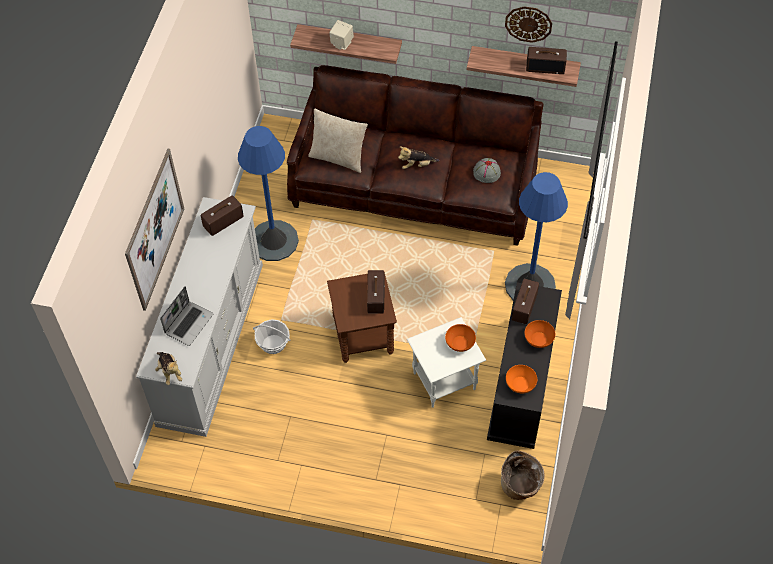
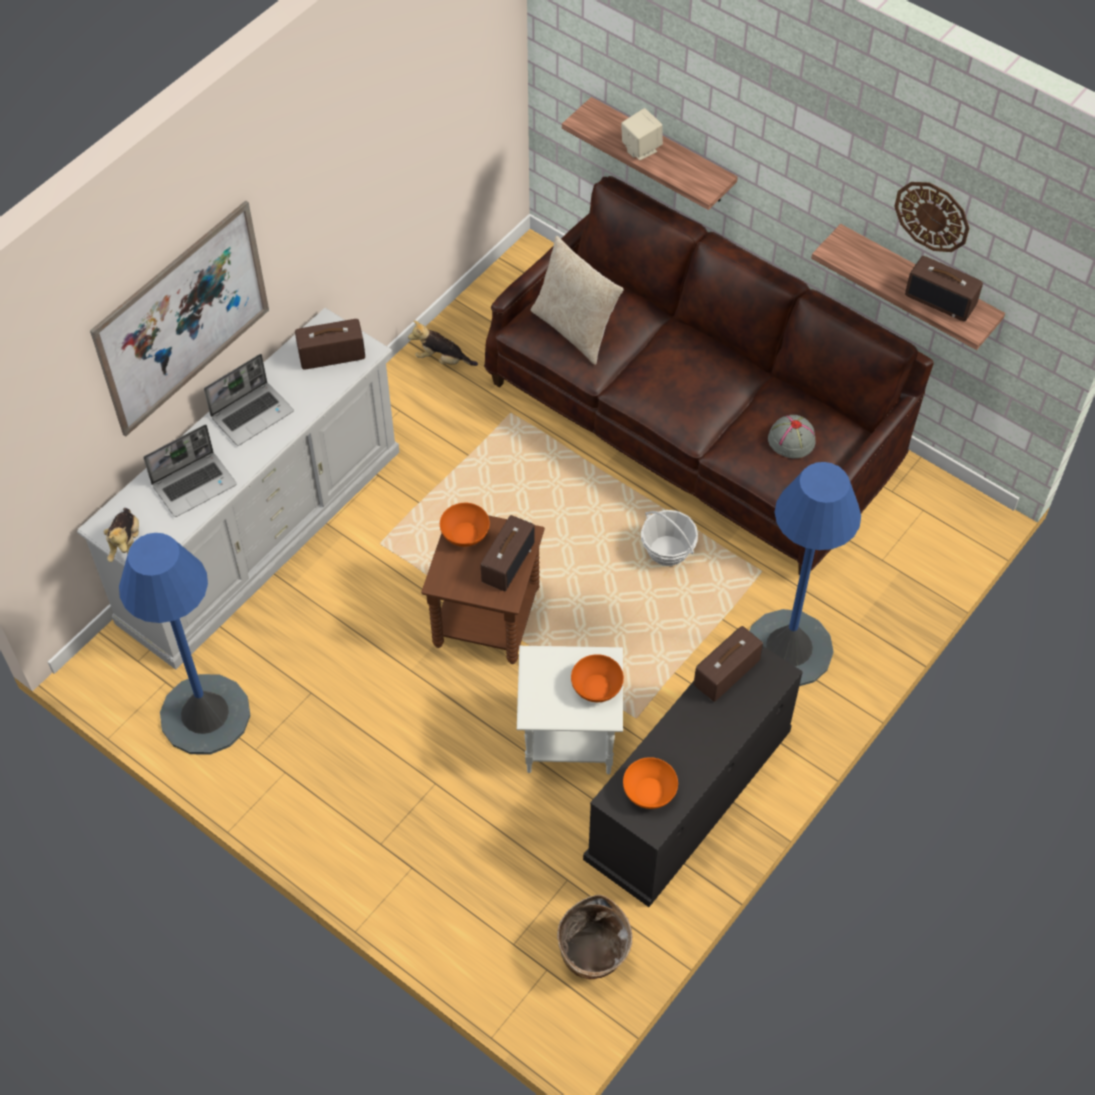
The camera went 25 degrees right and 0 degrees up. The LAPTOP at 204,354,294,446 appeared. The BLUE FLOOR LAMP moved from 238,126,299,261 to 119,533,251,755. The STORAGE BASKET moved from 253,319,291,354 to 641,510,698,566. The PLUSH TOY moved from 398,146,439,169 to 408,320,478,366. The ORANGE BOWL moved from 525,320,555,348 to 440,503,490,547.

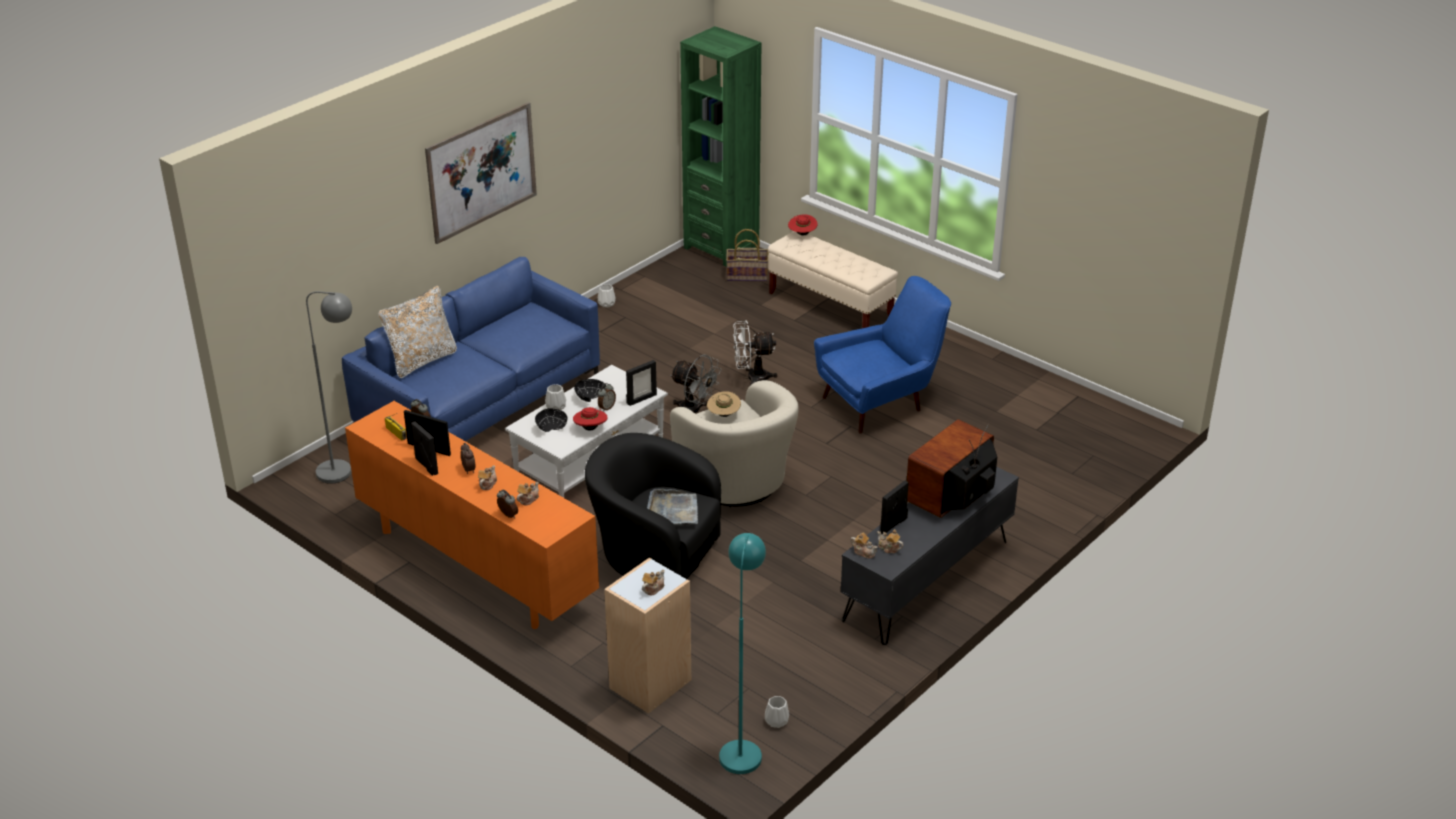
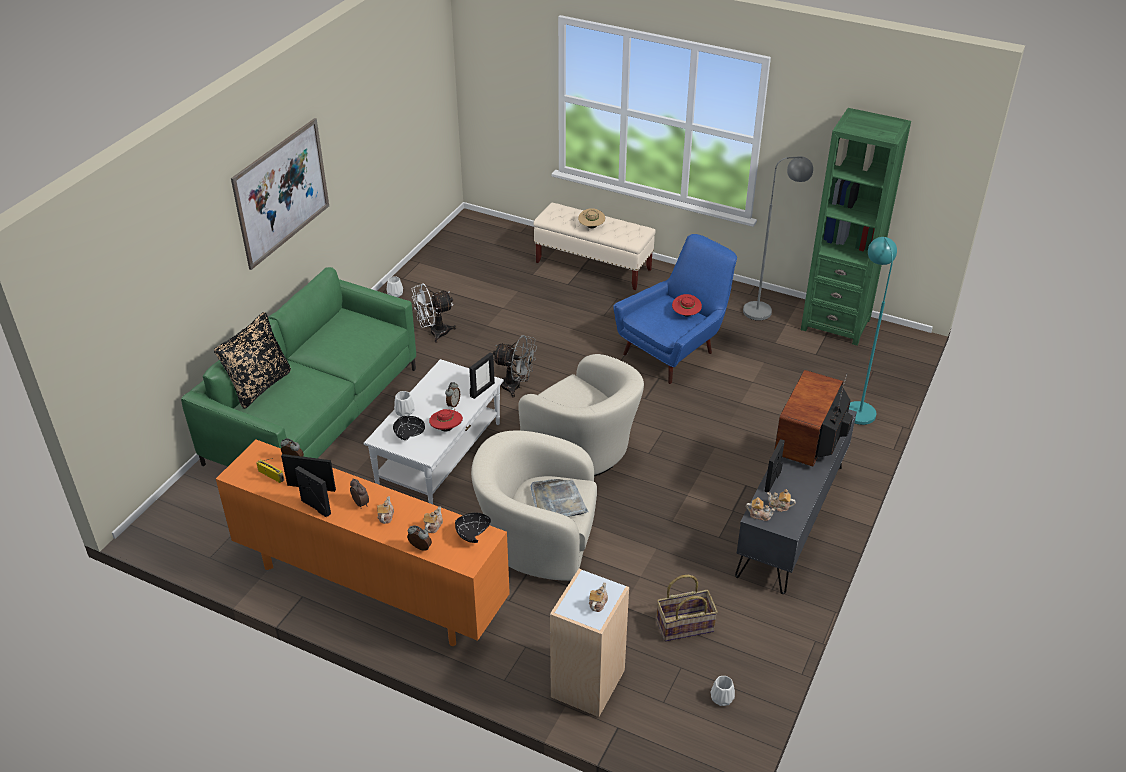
The camera went 15 degrees left and 5 degrees up. The GREYISH FLOOR LAMP moved from 306,291,352,484 to 743,156,813,321. The BLACK-COLOURED BOWL moved from 574,379,606,402 to 455,513,491,543. The GREEN-COLOURED BOOKCASE moved from 680,26,761,267 to 801,108,911,346. The SAND-COLOURED CLOTHING HAT moved from 707,391,741,417 to 578,208,605,228. The BLUE-GREEN FLOOR LAMP moved from 719,533,766,774 to 849,237,897,425. The STORAGE BASKET moved from 726,229,769,281 to 656,575,718,642. The WHITE-COLOURED FAN moved from 733,320,777,385 to 412,283,456,343. The RED-COLOURED CLOTHING HAT moved from 788,214,817,236 to 672,294,702,317. The BLUE SETTEE at 342,257,600,441 became the GREEN-COLOURED SETTEE at 181,267,416,467. The WHITE-COLOURED CUSHION at 378,285,457,378 became the BLACK-COLOURED CUSHION at 214,312,291,409. The BLACK-COLOURED EASY CHAIR at 585,433,721,579 became the SAND-COLOURED EASY CHAIR at 471,431,597,581.

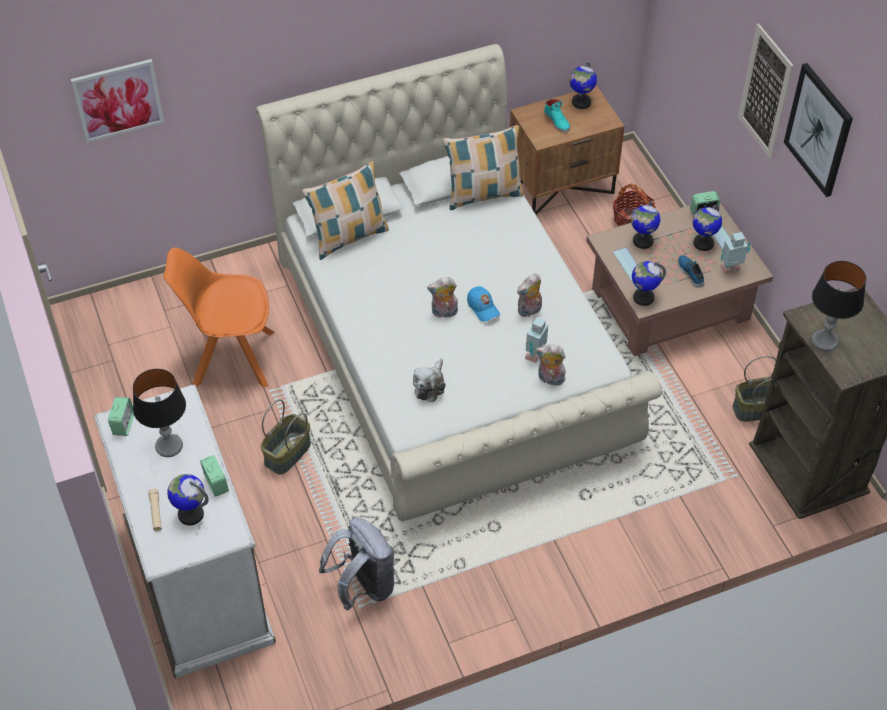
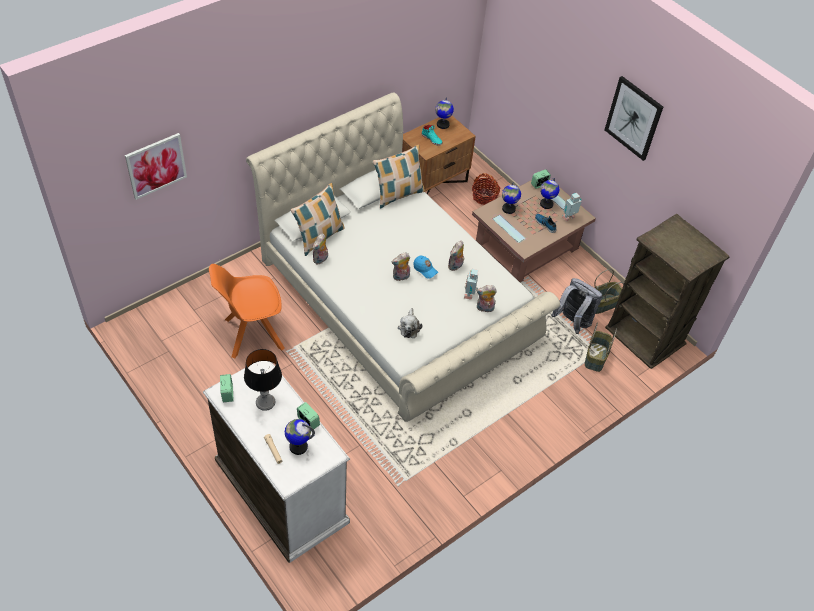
The camera went 20 degrees left and 0 degrees up. The WORLD GLOBE at 632,261,666,306 disappeared. The WALL PICTURE at 738,23,794,159 disappeared. The TABLETOP LAMP at 811,261,866,351 disappeared. The PLUSH TOY at 313,234,328,265 appeared. The STORAGE BASKET moved from 260,400,311,475 to 585,322,617,372. The GREYISH BACKPACK moved from 319,518,395,611 to 551,278,603,334.

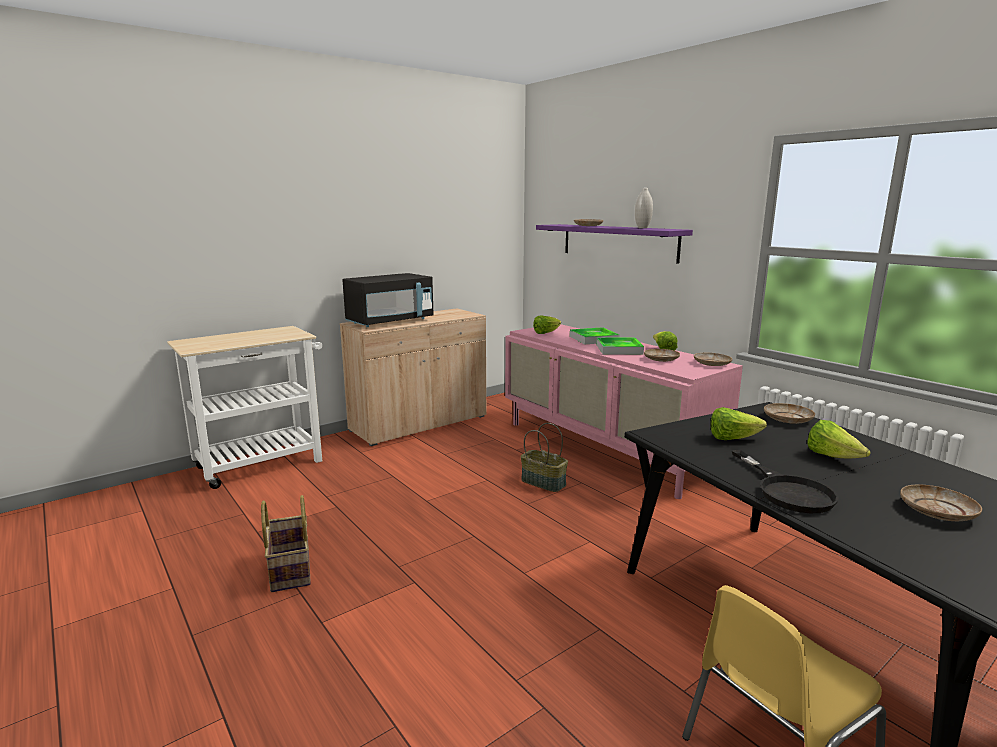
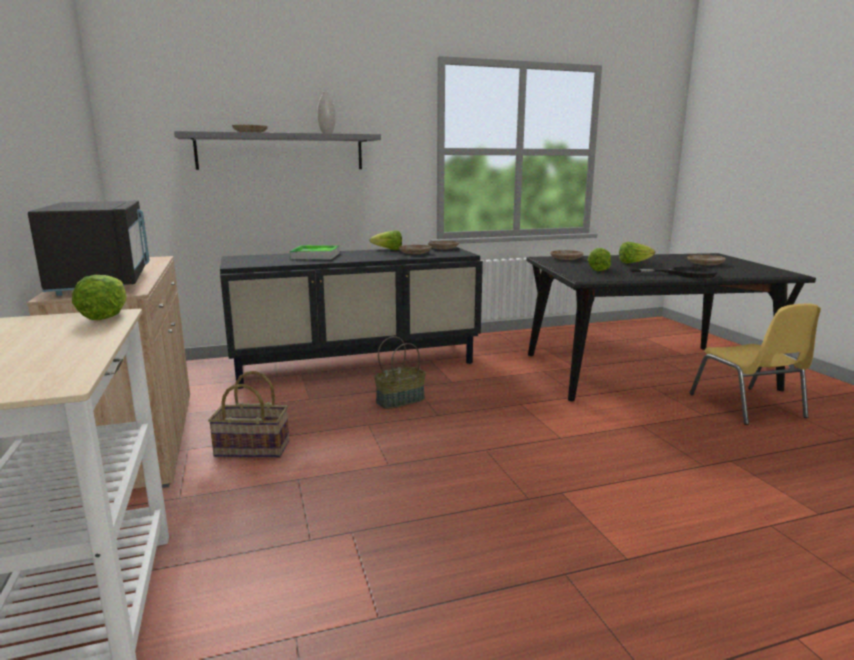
The camera went 70 degrees left and 0 degrees up. The SERVING TRAY at 597,338,644,354 disappeared. The STORAGE BASKET moved from 261,495,311,592 to 208,371,289,458. The LETTUCE HEAD moved from 533,315,561,334 to 72,275,127,320. The PINKISH CUPBOARD at 505,324,743,499 became the BLACK-COLOURED CUPBOARD at 220,247,483,389. The PURPLE-COLOURED BRACKET SHELF at 536,224,693,264 became the GREYISH BRACKET SHELF at 174,131,381,170.

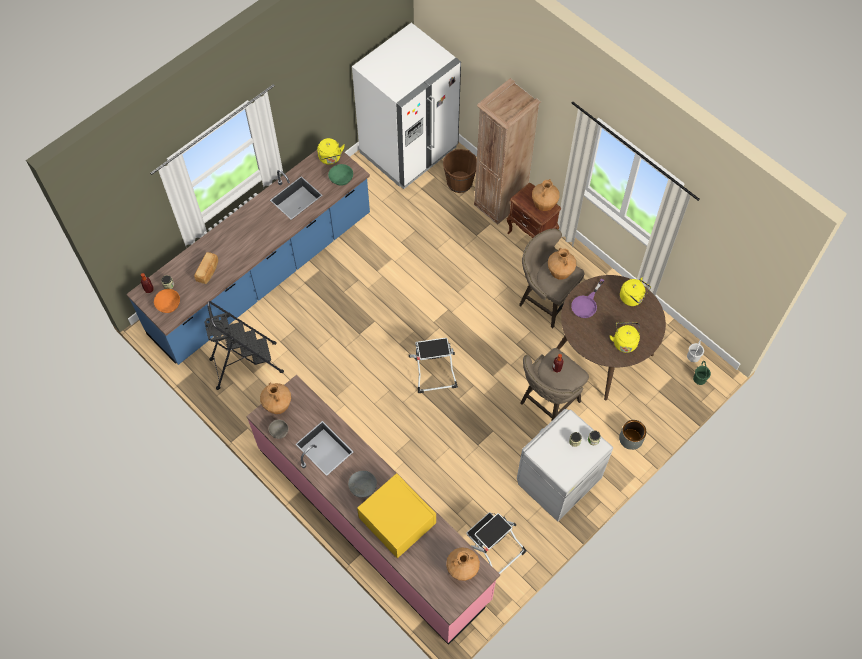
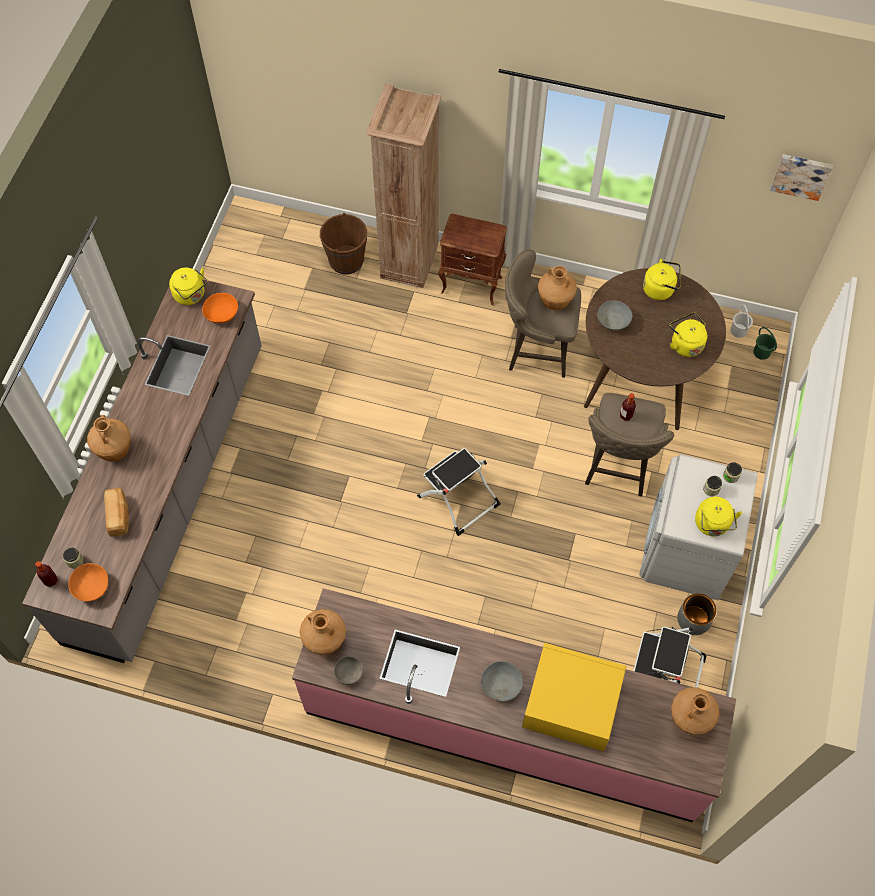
The camera went 30 degrees left and 0 degrees up. The STEPLADDER at 204,301,284,390 disappeared. The WHITE-COLOURED FRIDGE at 352,23,461,189 disappeared. The YELLOW-COLOURED KETTLE at 695,497,742,537 appeared. The WALL PICTURE at 770,154,833,201 appeared. The BROWNISH DECORATIVE VASE moved from 532,179,560,211 to 87,415,130,462. The GREYISH PLANT POT moved from 619,420,647,450 to 677,593,717,635. The PURPLE-COLOURED FRYING PAN at 571,279,604,318 was replaced by the GREYISH BOWL at 597,300,632,331. The BLUE KITCHEN BASE UNIT at 126,150,370,365 became the GREYISH KITCHEN BASE UNIT at 22,279,262,663. The GREEN-COLOURED BOWL at 328,164,353,185 became the ORANGE BOWL at 202,293,238,323.

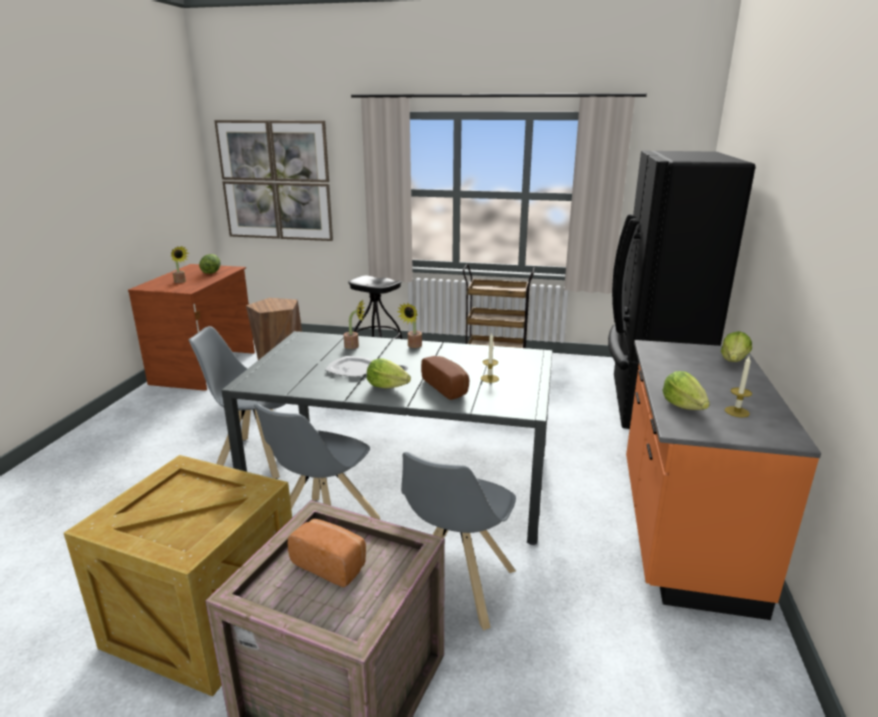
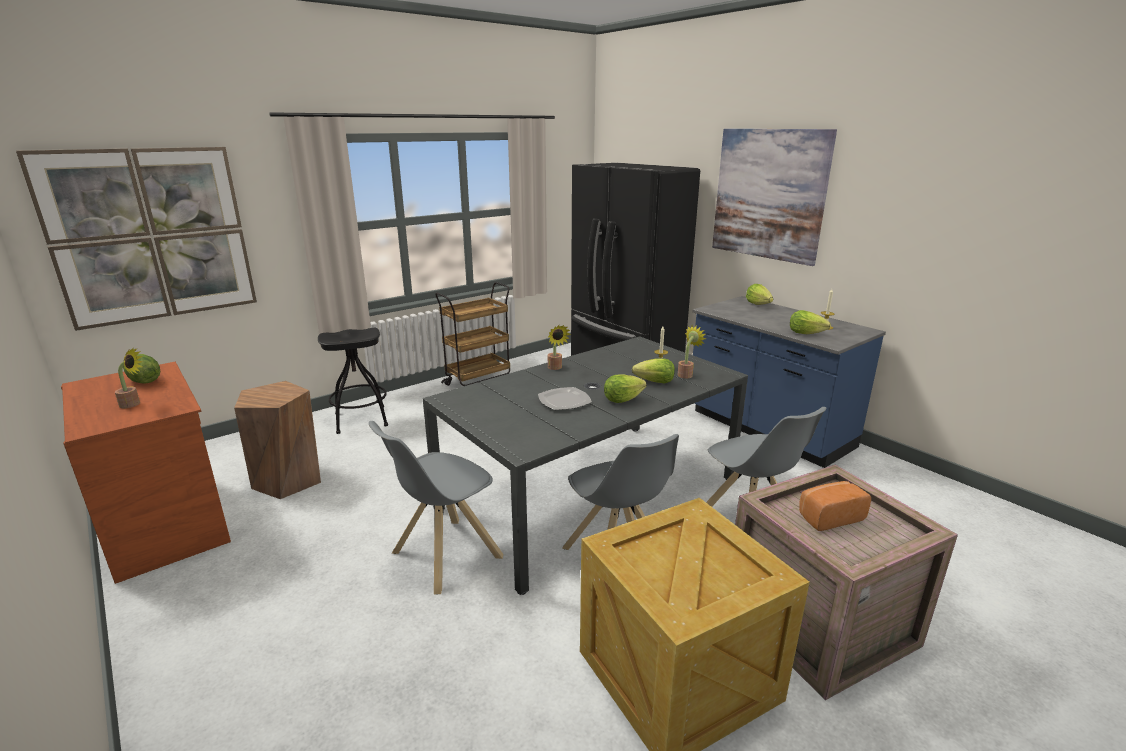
The camera went 50 degrees left and 0 degrees up. The WALL PICTURE at 712,129,837,266 appeared. The PLANT IN A POT moved from 344,301,365,349 to 678,325,706,379. The BREAD at 421,356,469,400 was replaced by the LETTUCE HEAD at 632,358,675,384. The ORANGE KITCHEN BASE UNIT at 626,340,821,620 became the BLUE KITCHEN BASE UNIT at 693,296,886,468.

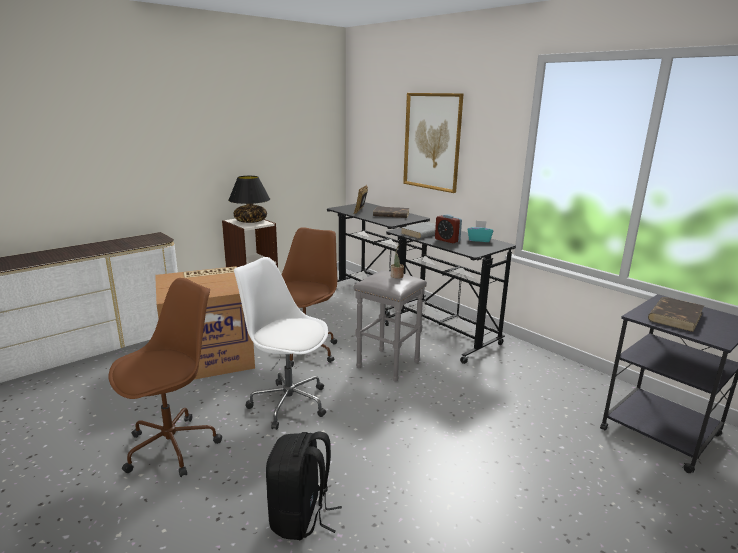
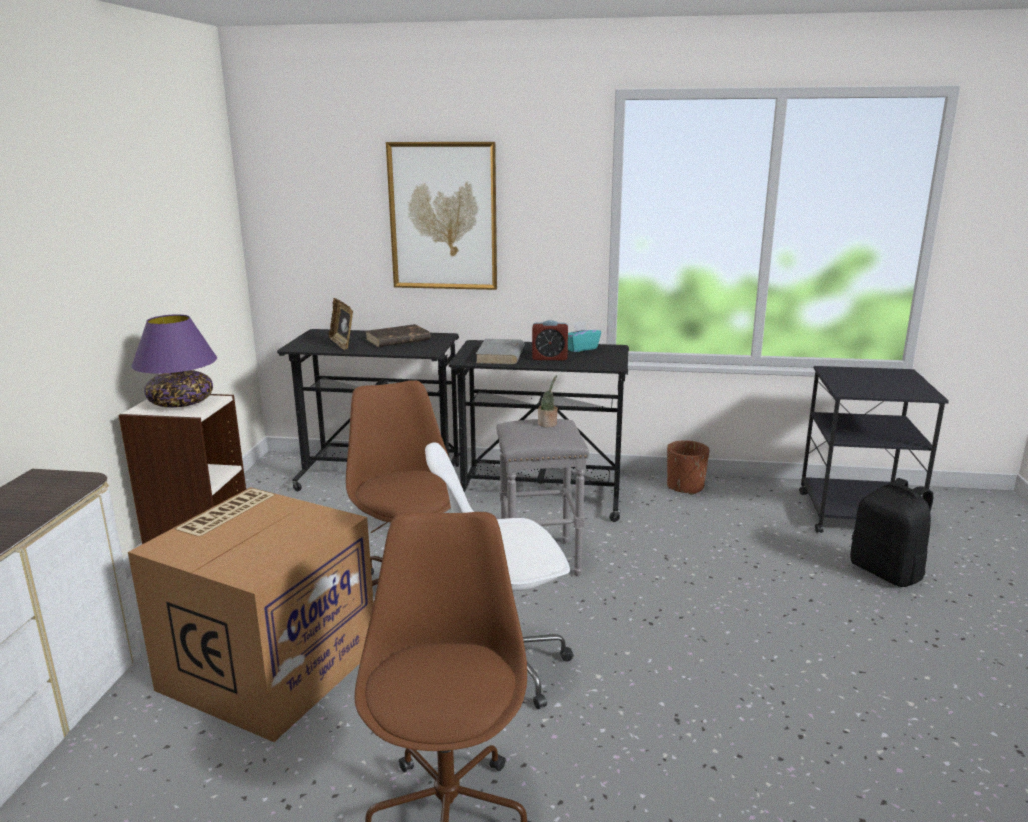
The camera went 40 degrees left and 0 degrees up. The BROWNISH BOOK at 648,297,704,332 disappeared. The BROWNISH PLANT POT at 667,440,709,495 appeared. The BLACK-COLOURED BACKPACK moved from 266,432,342,540 to 850,478,933,587. The BLACK-COLOURED TABLETOP LAMP at 228,176,270,223 became the PURPLE-COLOURED TABLETOP LAMP at 131,314,217,408.

